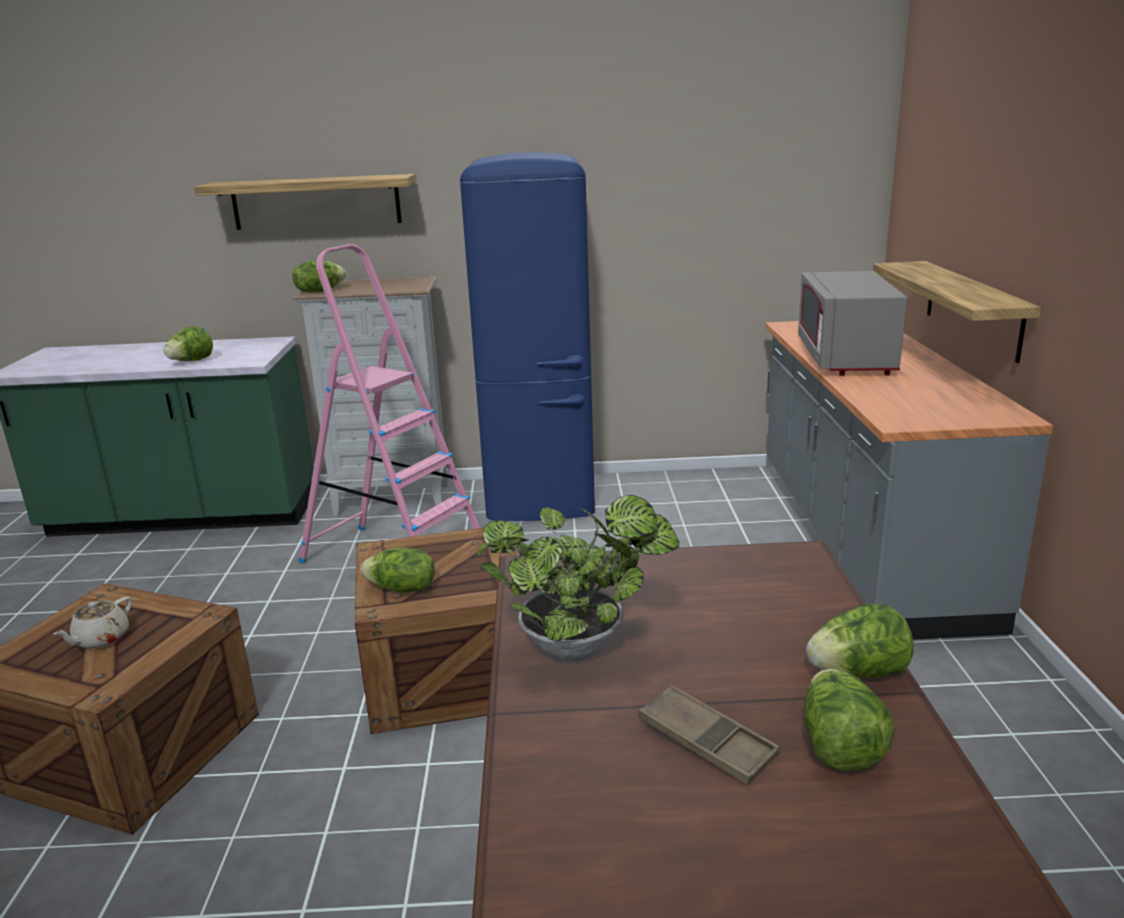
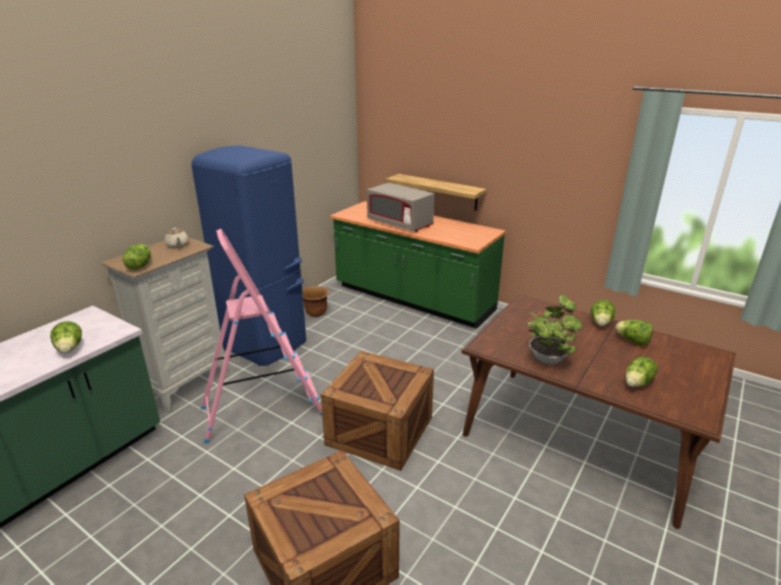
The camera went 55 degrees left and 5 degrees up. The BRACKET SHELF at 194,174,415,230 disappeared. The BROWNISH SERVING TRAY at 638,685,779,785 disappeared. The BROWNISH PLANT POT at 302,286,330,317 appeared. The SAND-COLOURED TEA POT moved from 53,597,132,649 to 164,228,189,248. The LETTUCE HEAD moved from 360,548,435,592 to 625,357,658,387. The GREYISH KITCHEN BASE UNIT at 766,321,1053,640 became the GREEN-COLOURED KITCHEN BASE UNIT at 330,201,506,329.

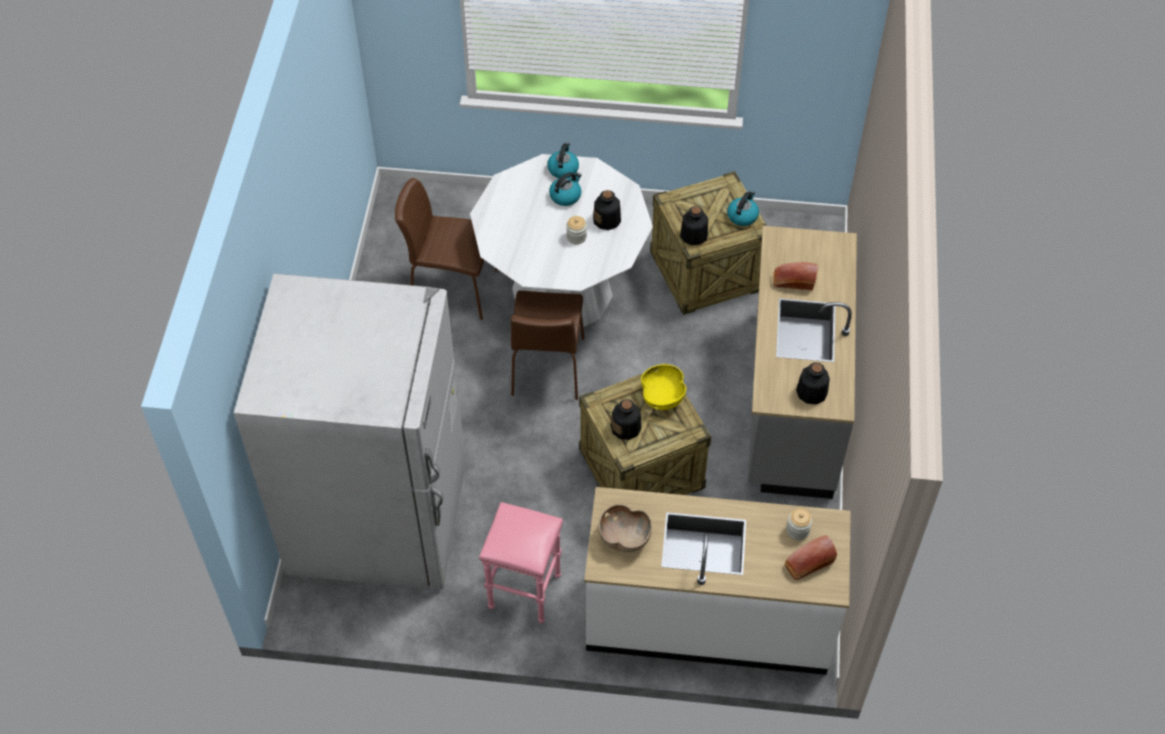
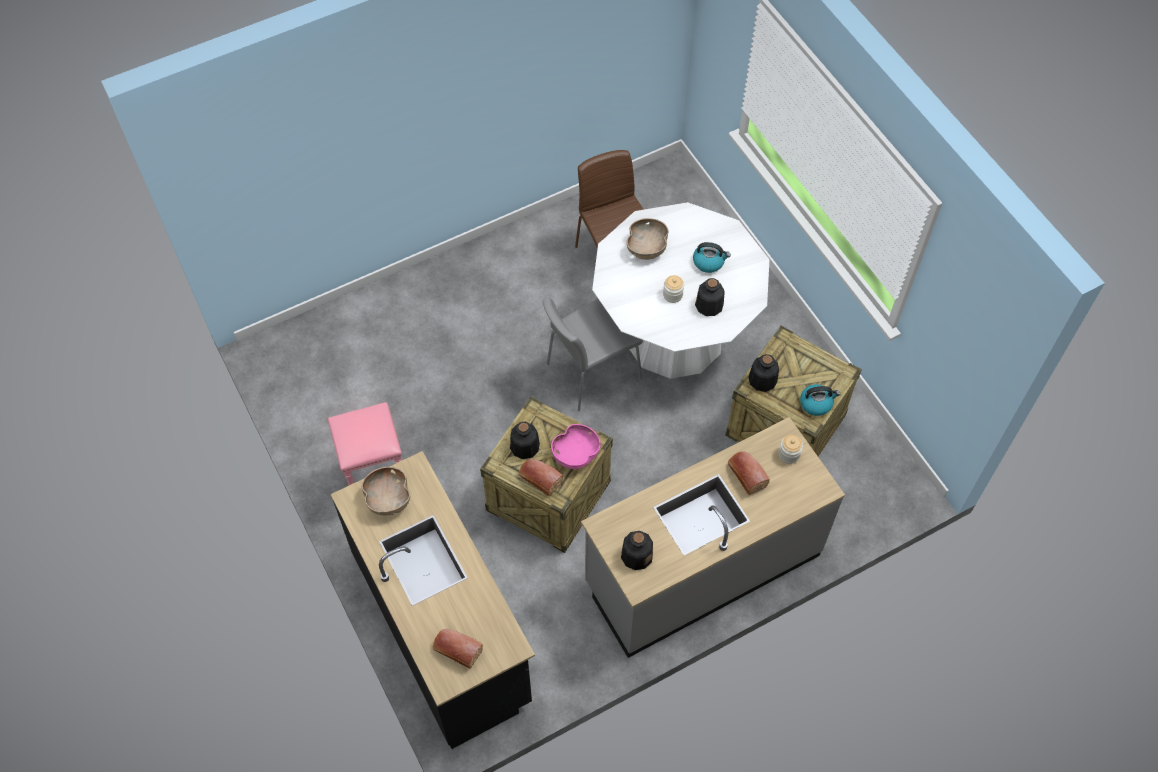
The camera went 55 degrees right and 5 degrees up. The WHITE-COLOURED FRIDGE at 234,273,466,590 disappeared. The KETTLE at 547,142,579,178 disappeared. The BREAD at 519,459,563,496 appeared. The BROWNISH BOWL at 626,218,668,260 appeared. The PRESERVE JAR moved from 786,509,812,540 to 778,435,803,464. The BROWNISH CHAIR at 511,291,585,400 became the GREYISH CHAIR at 542,297,643,411. The WHITE-COLOURED KITCHEN BASE UNIT at 584,487,851,675 became the BLACK-COLOURED KITCHEN BASE UNIT at 331,451,535,749. The YELLOW-COLOURED BOWL at 641,364,686,410 became the PINKISH BOWL at 551,424,601,469.

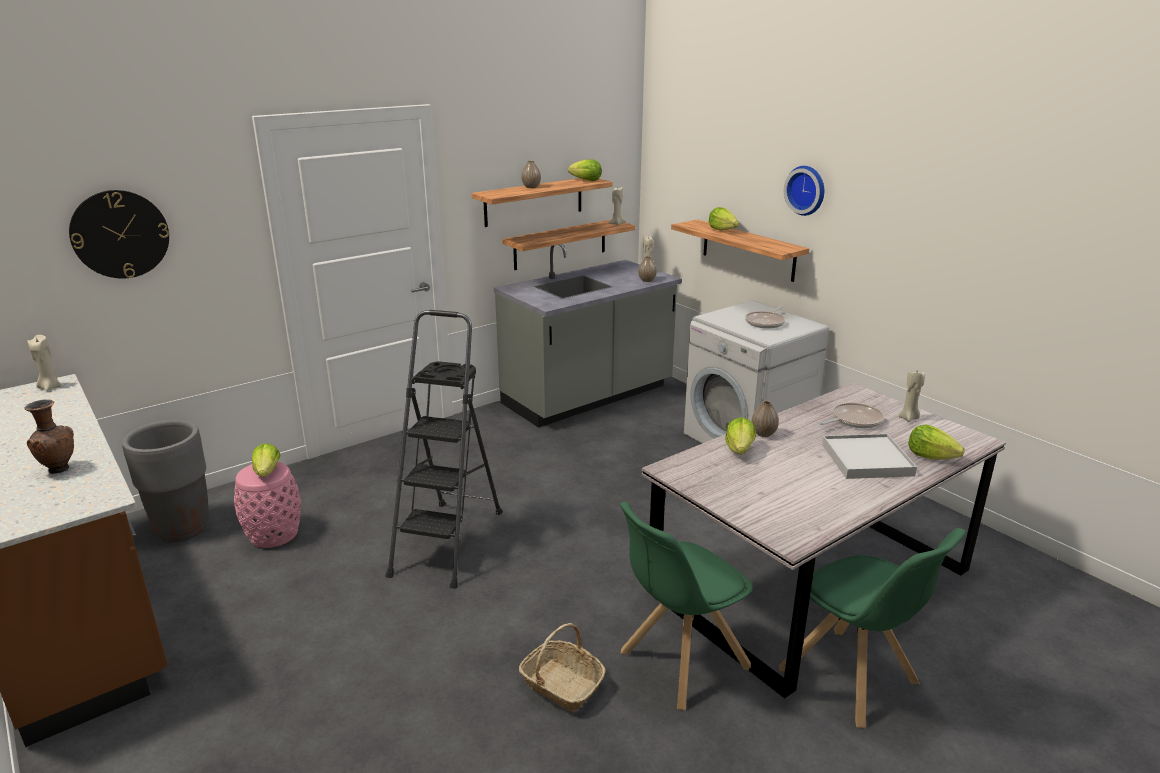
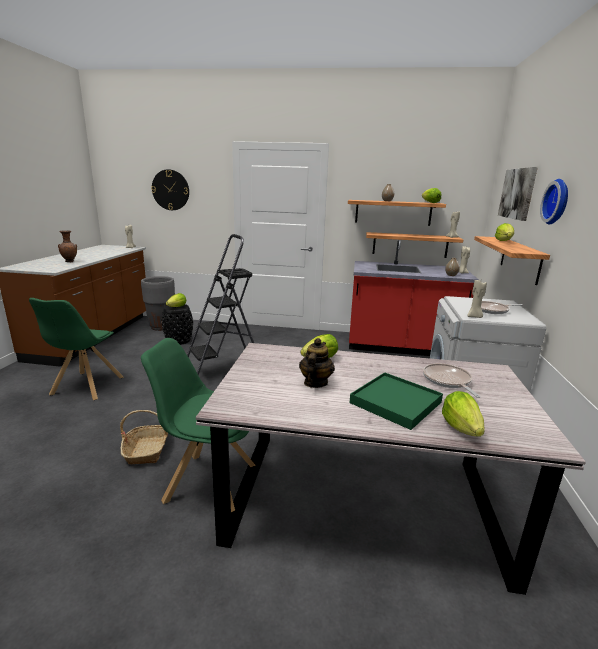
The camera went 45 degrees right and 5 degrees down. The DECORATIVE VASE at 751,401,779,437 disappeared. The TEA POT at 299,338,335,388 appeared. The WALL PICTURE at 498,167,538,221 appeared. The GREEN-COLOURED CHAIR moved from 779,528,966,728 to 29,298,124,400. The SAND-COLOURED CANDLE moved from 898,370,925,422 to 467,280,487,318. The PINKISH STOOL SEAT at 234,462,301,548 became the BLACK-COLOURED STOOL SEAT at 162,304,193,345. The GREYISH KITCHEN BASE UNIT at 494,244,682,428 became the RED-COLOURED KITCHEN BASE UNIT at 349,240,479,356. The WHITE-COLOURED SERVING TRAY at 822,434,917,479 became the GREEN-COLOURED SERVING TRAY at 350,372,443,430. The FRYING PAN at 819,403,884,429 turned 120 degrees counterclockwise.

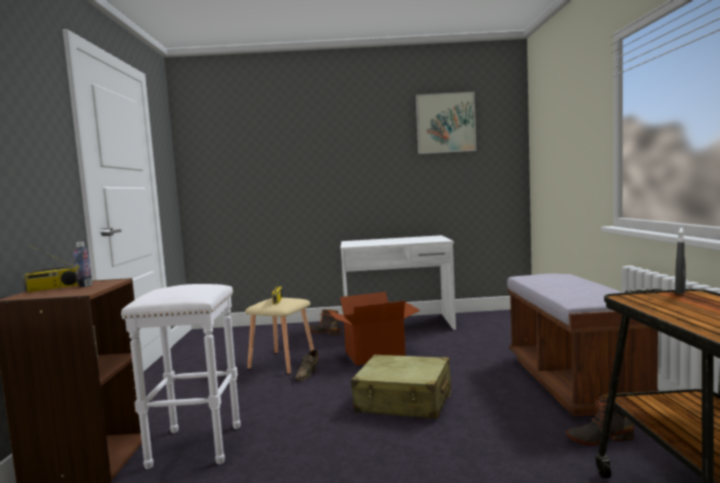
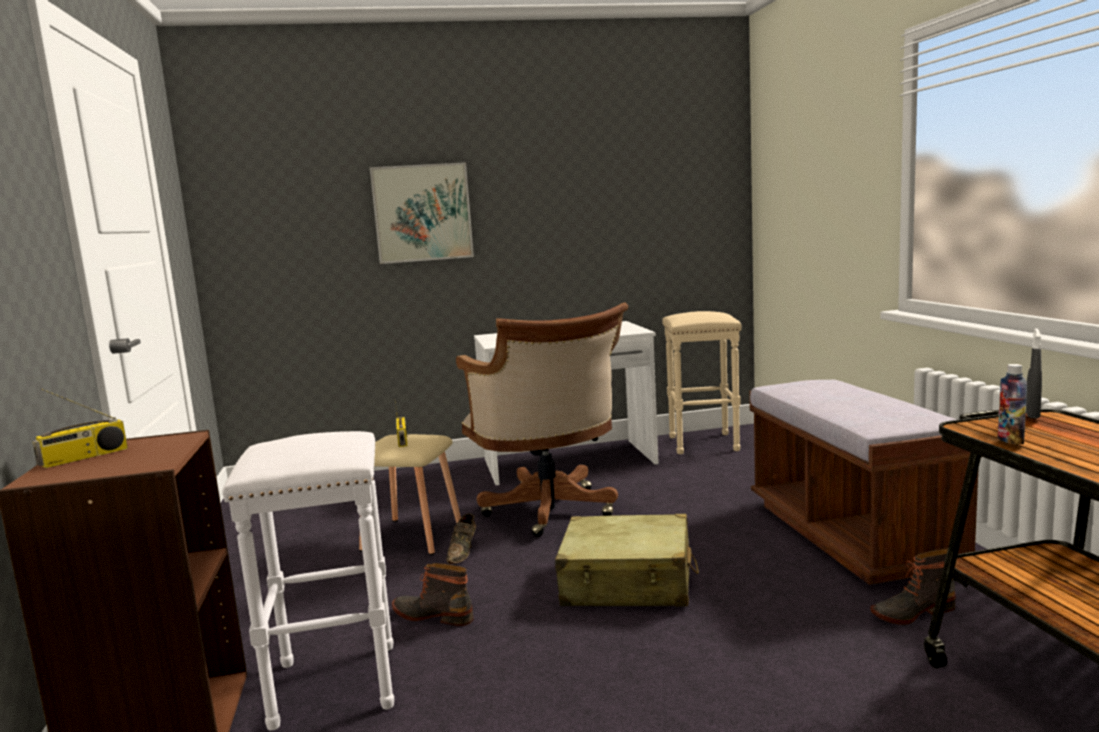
The camera went 10 degrees left and 5 degrees up. The SAND-COLOURED STOOL SEAT at 662,311,742,454 appeared. The BEVERAGE BOTTLE moved from 73,242,92,288 to 998,364,1027,445. The BOOT moved from 309,309,341,336 to 392,563,473,626. The WALL PICTURE moved from 416,92,476,154 to 370,162,474,264. The CARTON at 327,292,420,365 was replaced by the OFFICE CHAIR at 456,303,628,537.

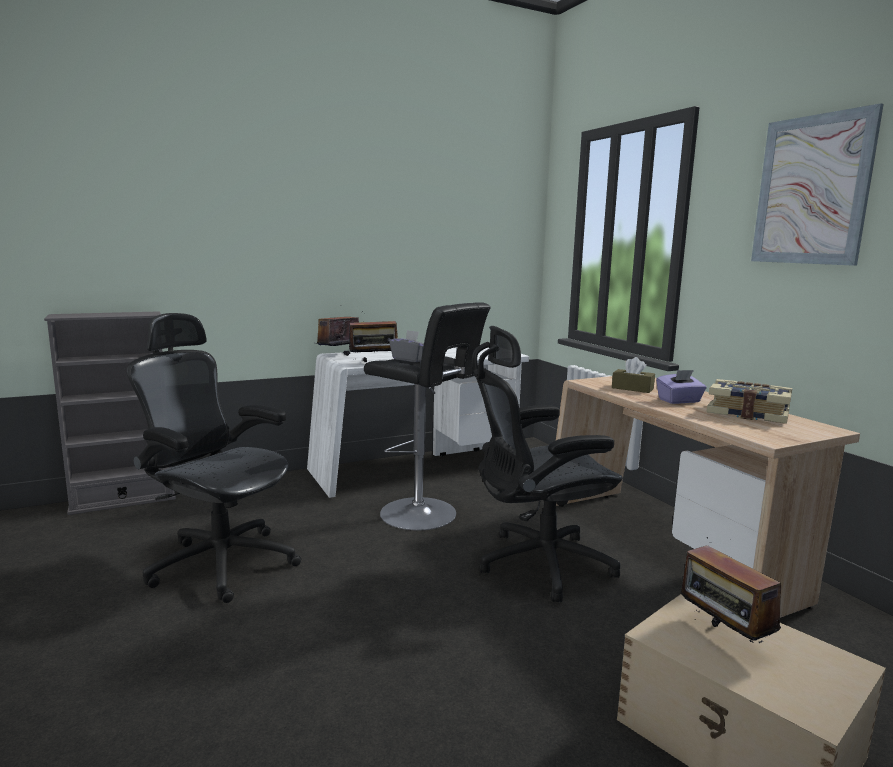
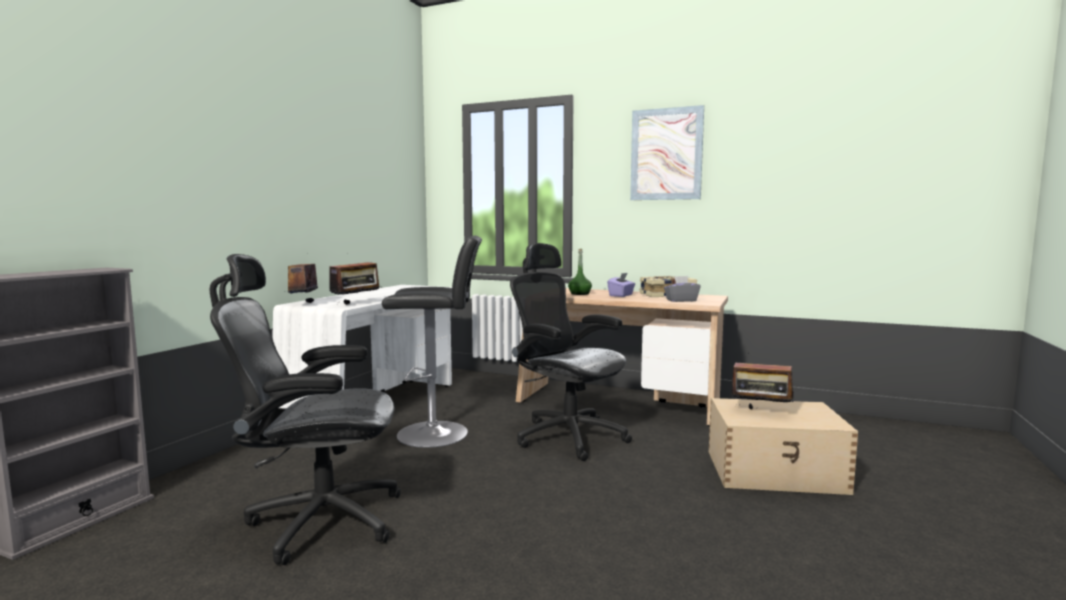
The camera went 40 degrees left and 5 degrees down. The GREYISH BOX OF TISSUES moved from 389,330,424,362 to 664,276,701,302. The BROWNISH BOX OF TISSUES at 612,357,655,393 was replaced by the GREEN-COLOURED BEVERAGE BOTTLE at 568,249,592,295. The OFFICE CHAIR at 472,326,623,602 turned 105 degrees clockwise.

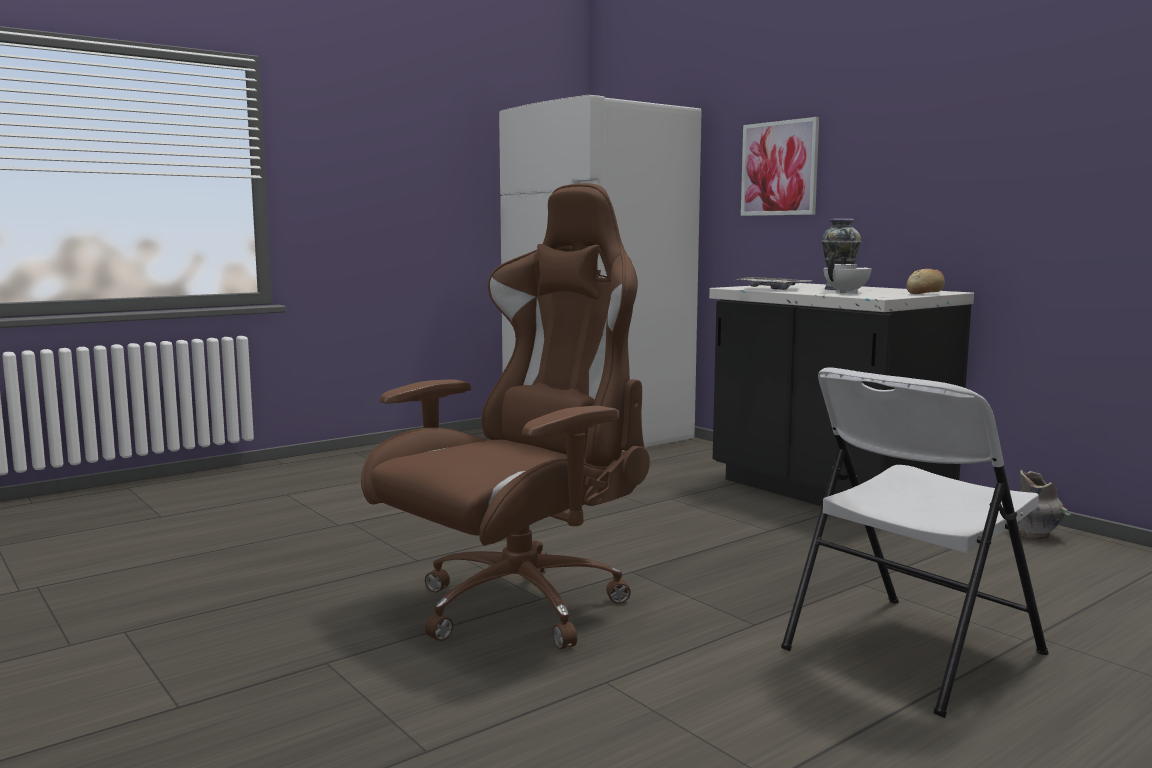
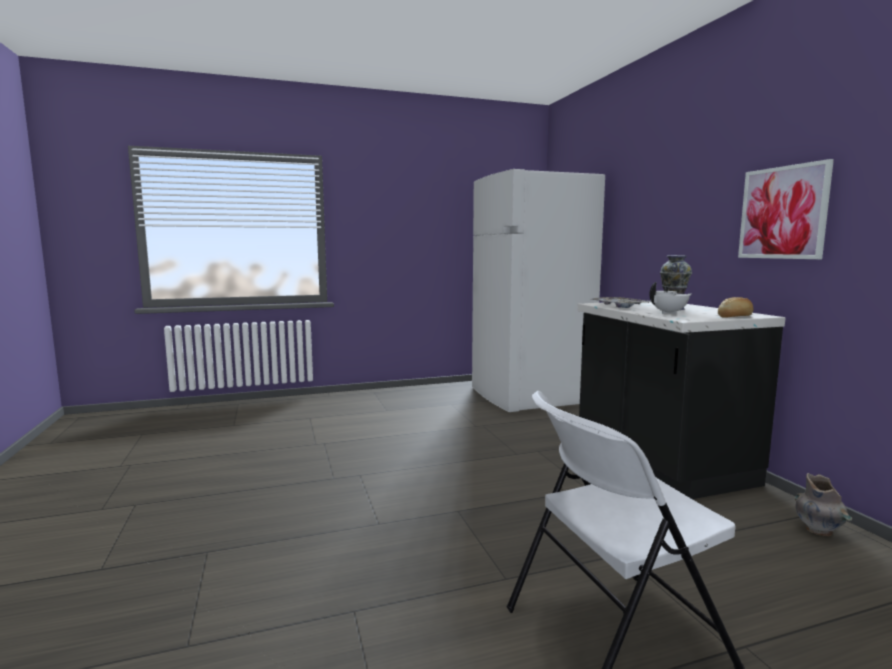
The camera went 20 degrees right and 0 degrees up. The BROWNISH OFFICE CHAIR at 361,183,650,649 disappeared. The WALL PICTURE moved from 741,117,819,216 to 738,159,834,259.

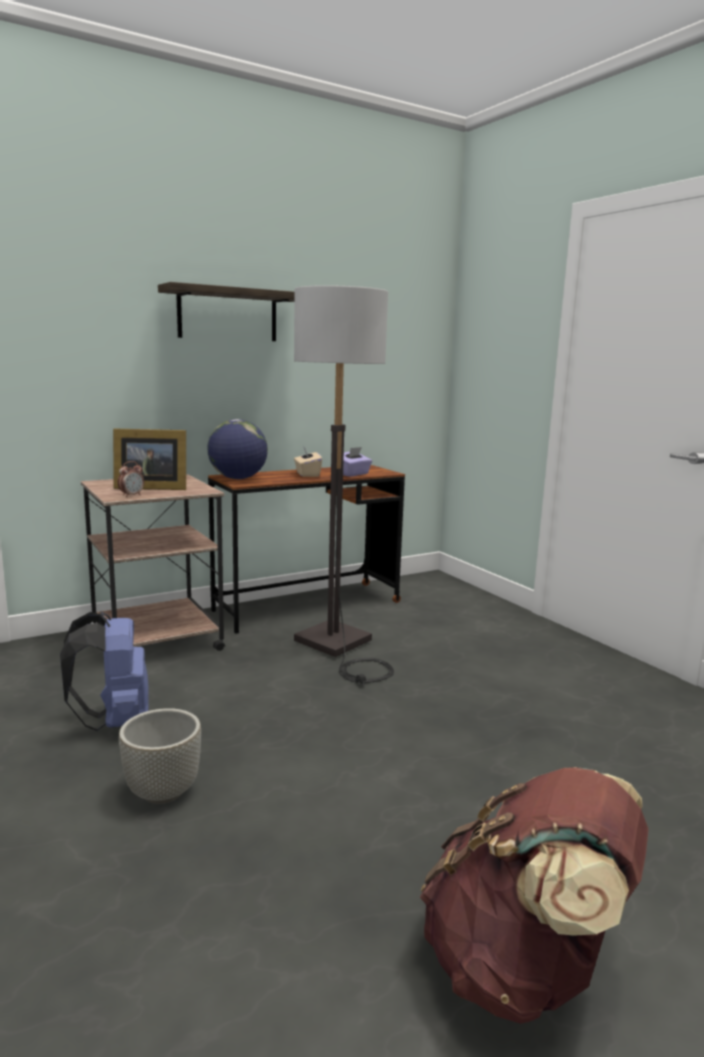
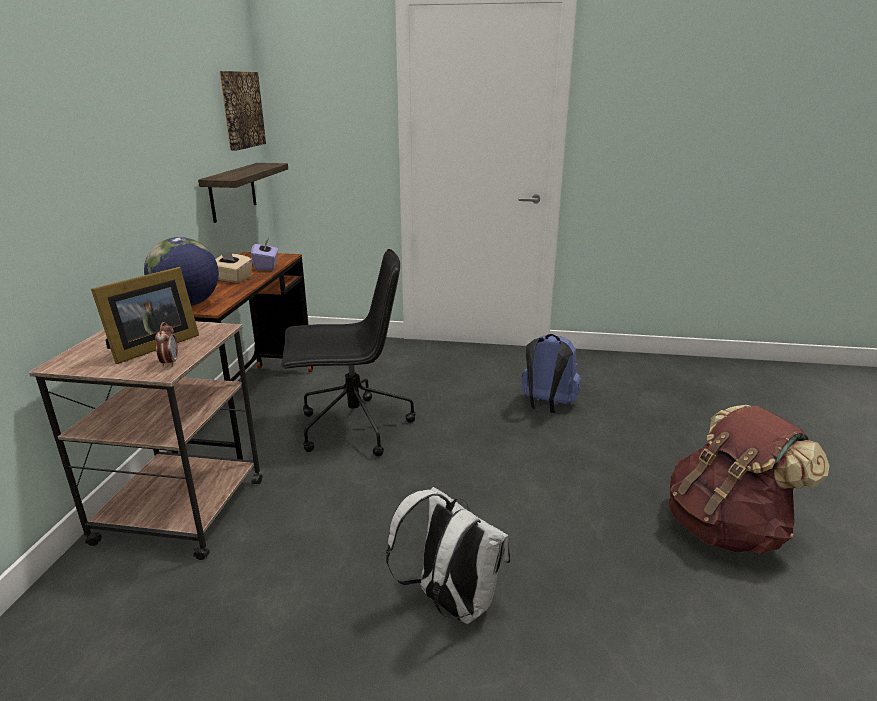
The camera went 50 degrees left and 10 degrees up. The WALL PICTURE at 219,71,266,151 appeared. The BLUE BACKPACK moved from 60,612,149,731 to 521,334,581,413. The BRACKET SHELF moved from 158,282,295,341 to 198,163,288,223. The GREYISH PLANT POT at 119,708,201,804 was replaced by the WHITE-COLOURED BACKPACK at 386,487,511,624. The FLOOR LAMP at 294,285,394,686 was replaced by the BLACK-COLOURED OFFICE CHAIR at 281,249,416,456.

